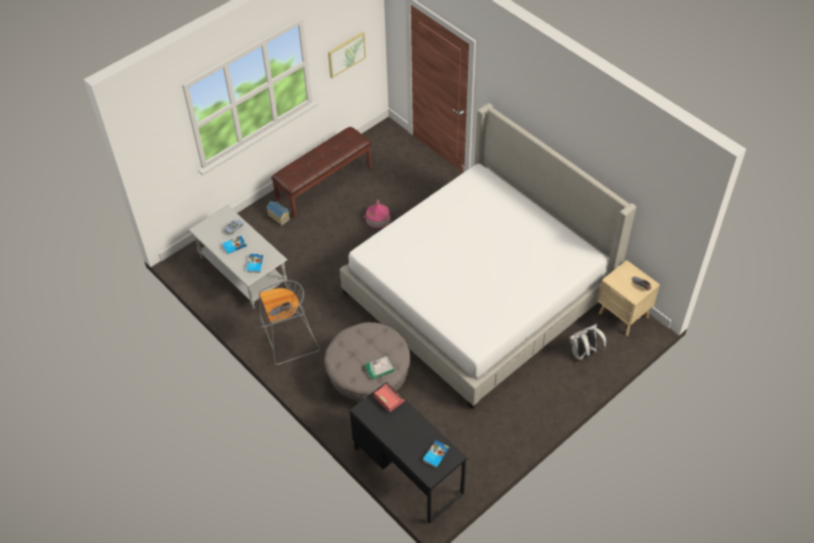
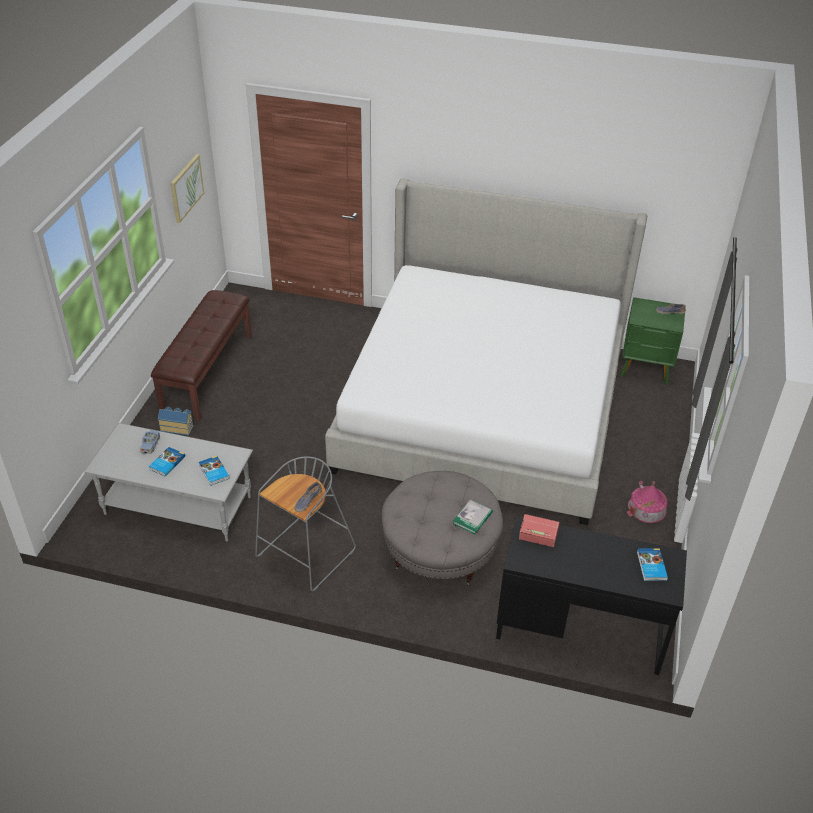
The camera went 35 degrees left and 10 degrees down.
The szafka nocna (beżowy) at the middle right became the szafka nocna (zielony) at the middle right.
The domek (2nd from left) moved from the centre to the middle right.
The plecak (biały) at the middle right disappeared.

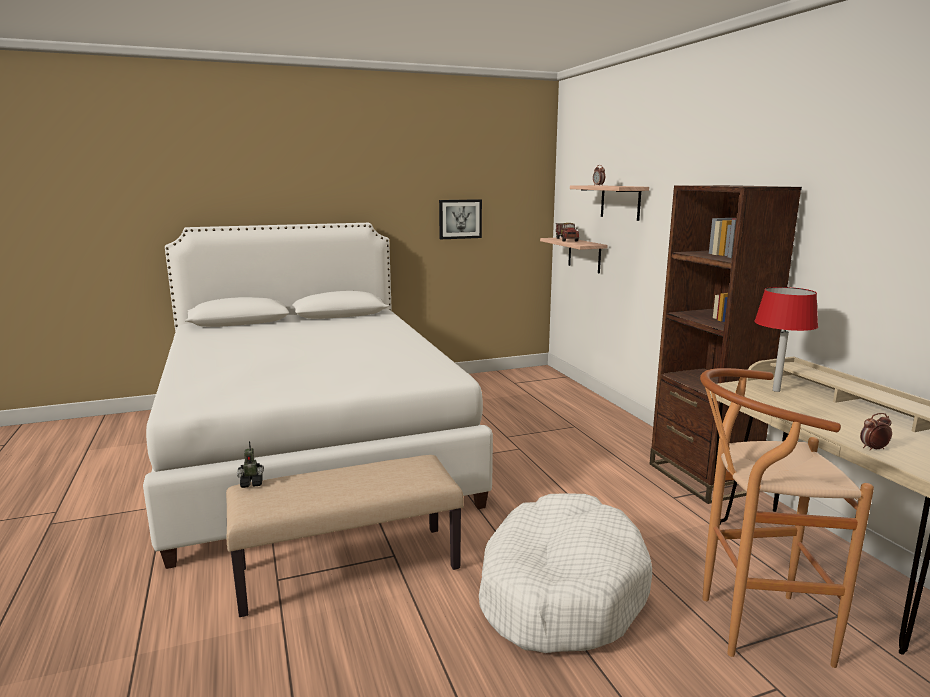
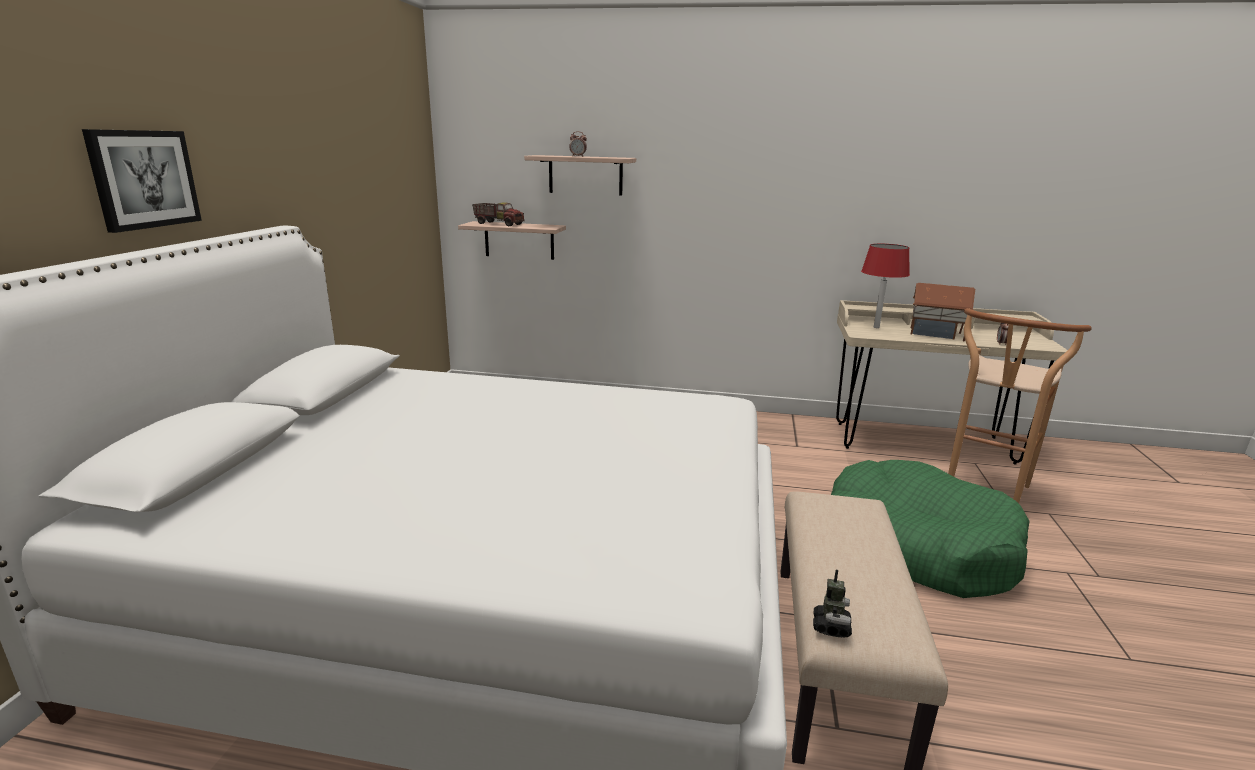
The camera went 60 degrees left and 5 degrees up.
The obraz moved from the top centre to the top left.
The legowisko (biały) at the bottom centre became the legowisko (zielony) at the bottom right.
The domek at the middle right appeared.
The regał (brązowy) at the middle right disappeared.

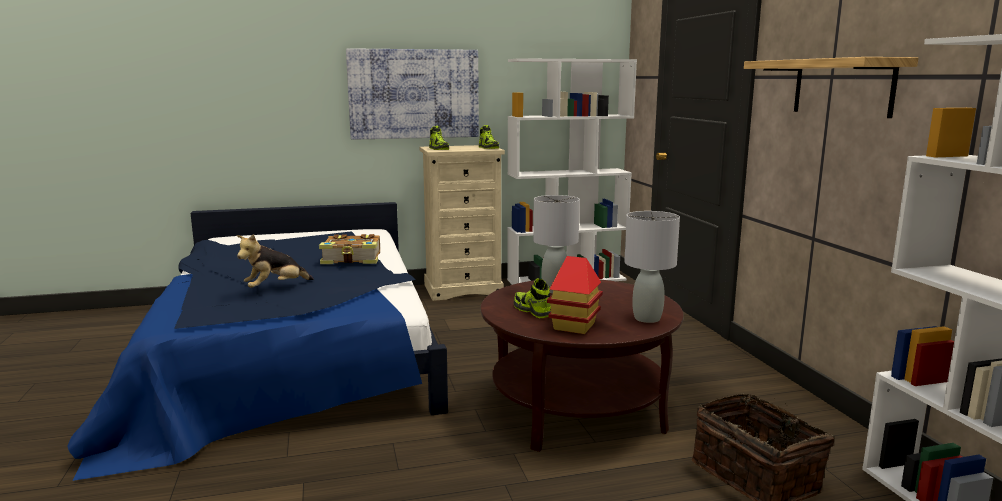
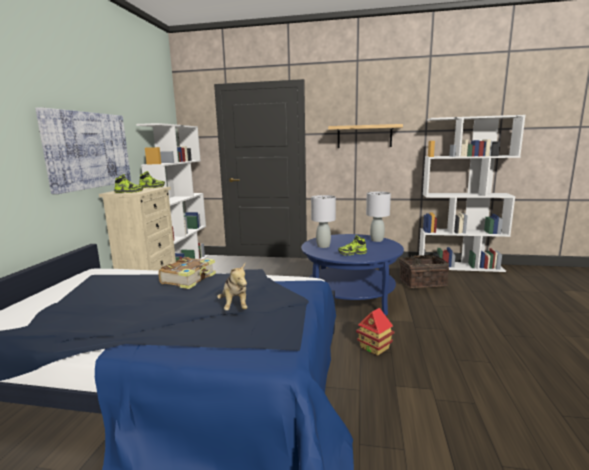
The camera went 65 degrees left and 0 degrees up.
The ława (brązowy) at the bottom centre became the ława (niebieski) at the centre.
The domek moved from the centre to the bottom centre.

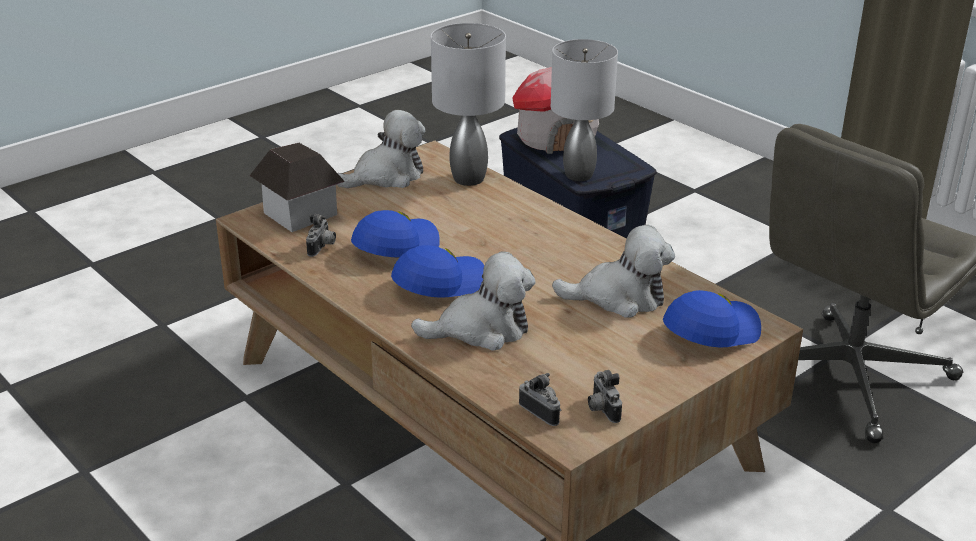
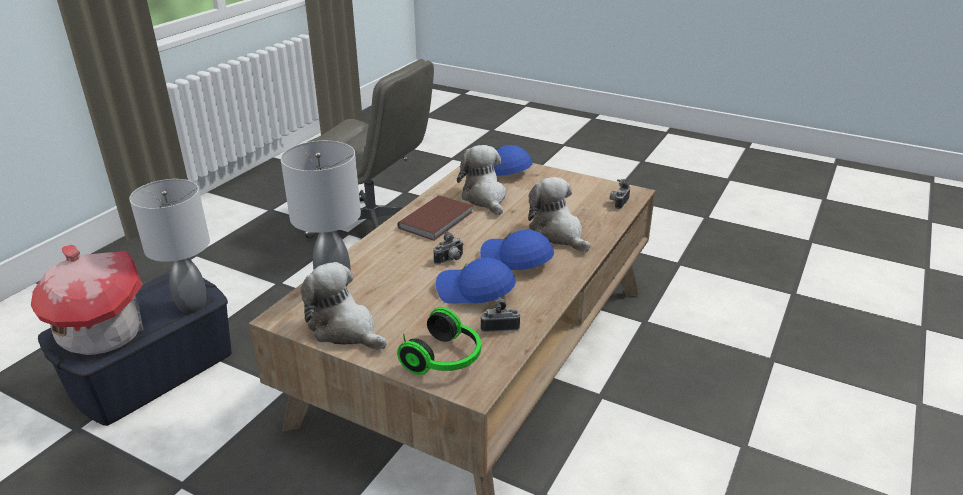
The camera went 110 degrees left and 0 degrees up.
The domek (1st from left) at the middle left was replaced by the słuchawki at the bottom centre.
The książka (brązowy) at the centre appeared.
The aparat fotograficzny (3rd from left in the first image) moved from the bottom centre to the centre.

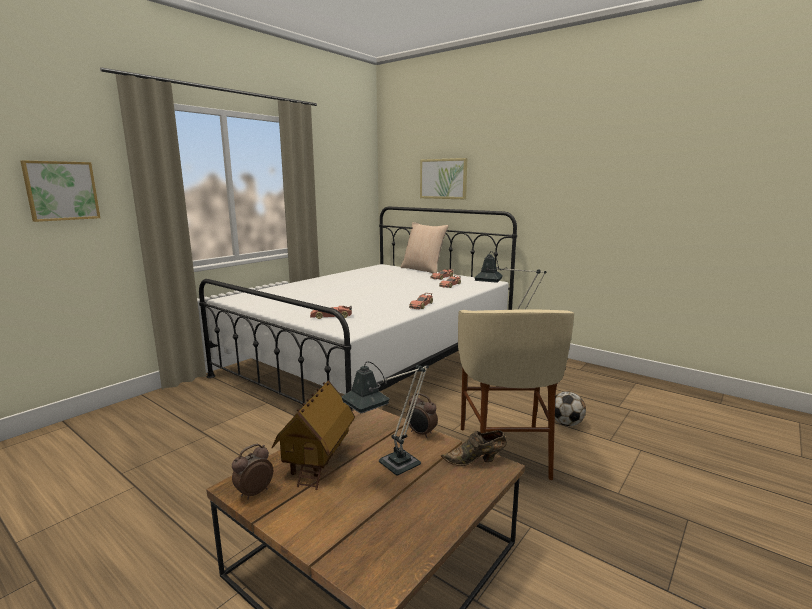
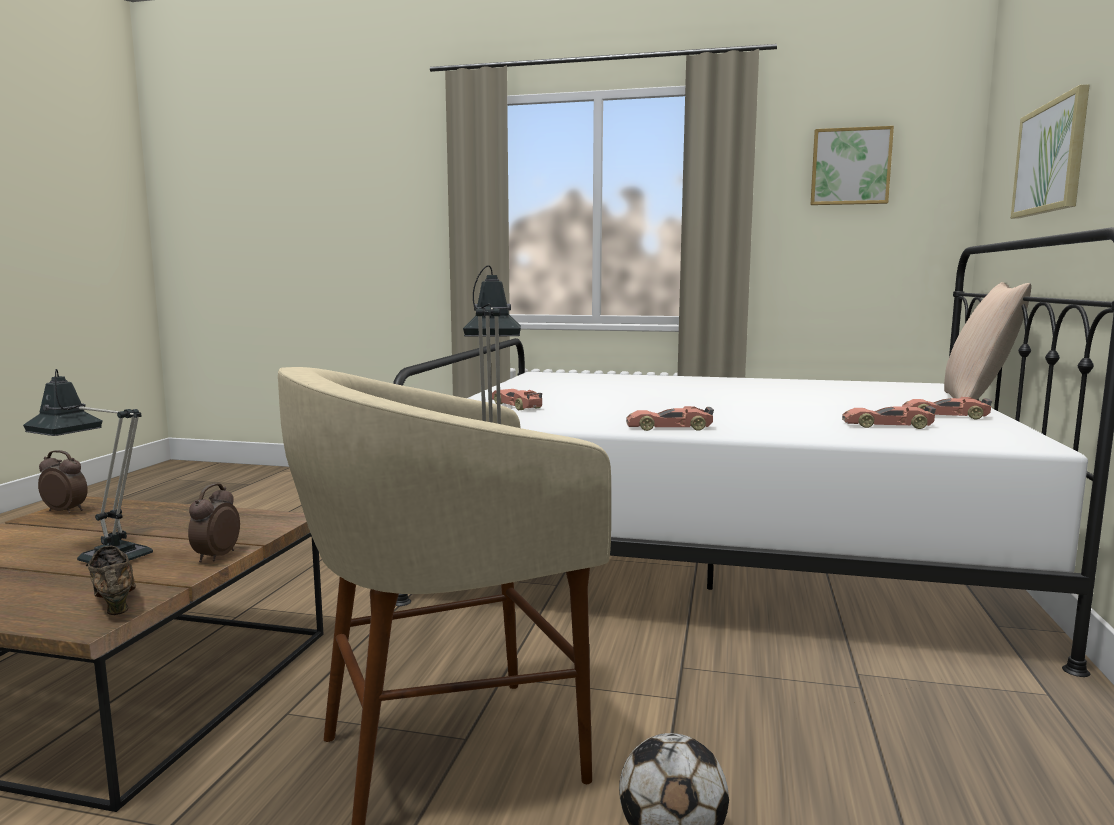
The camera went 65 degrees right and 5 degrees down.
The obraz (1st from left) moved from the top left to the top right.
The domek at the bottom centre disappeared.

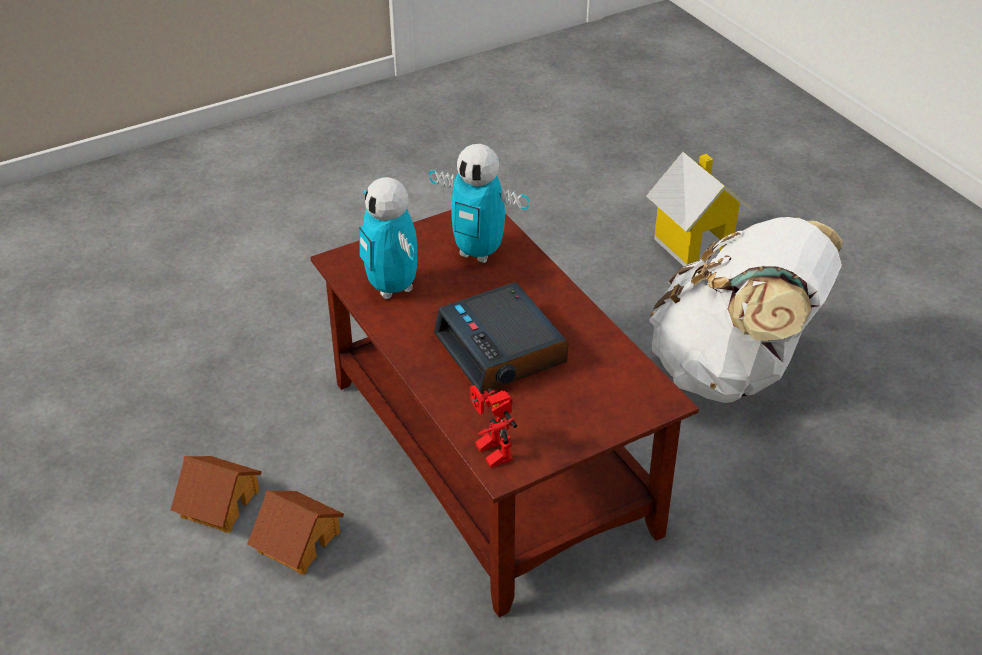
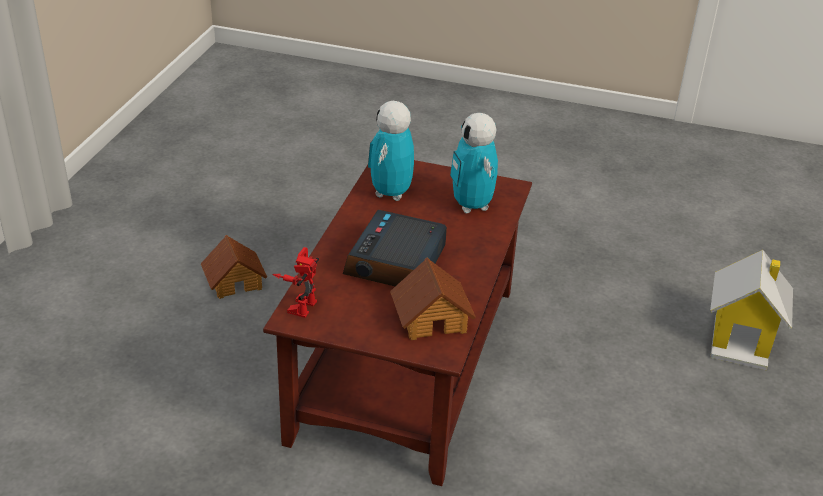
The camera went 45 degrees right and 5 degrees down.
The domek (2nd from left) moved from the bottom left to the centre.
The plecak (biały) at the middle right disappeared.

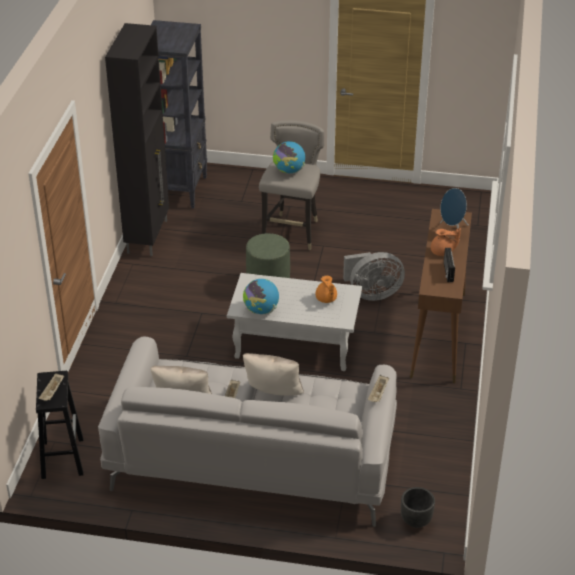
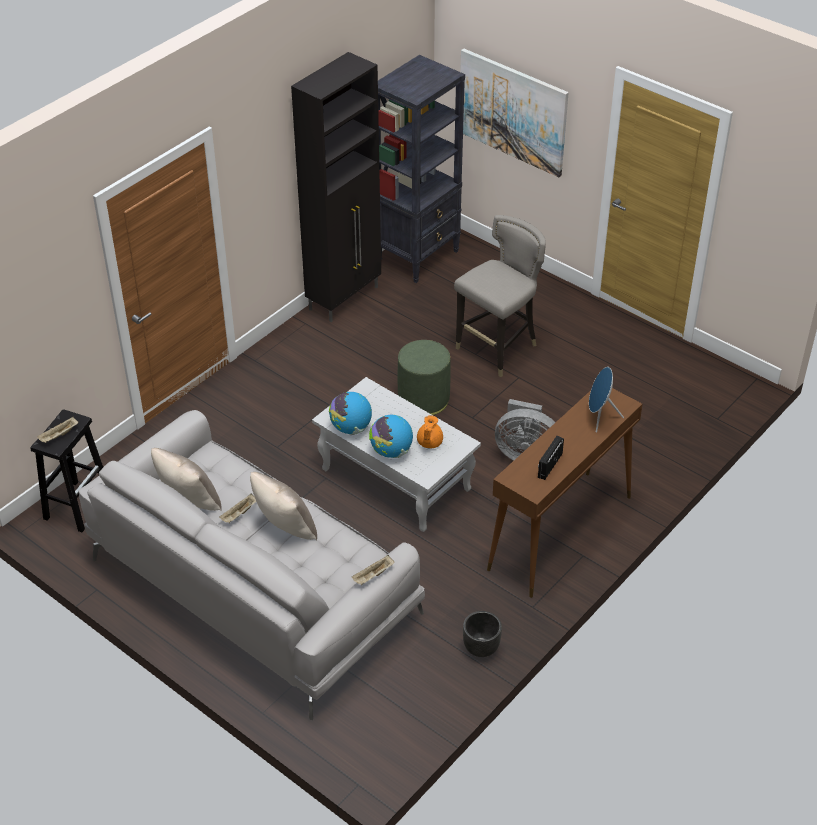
The camera went 30 degrees right and 5 degrees up.
The globus (2nd from left) moved from the top centre to the centre.
The obraz at the top centre appeared.
The donica (czarny) moved from the bottom right to the bottom centre.
The imbryk (pomarańczowy) (2nd from left) at the middle right disappeared.

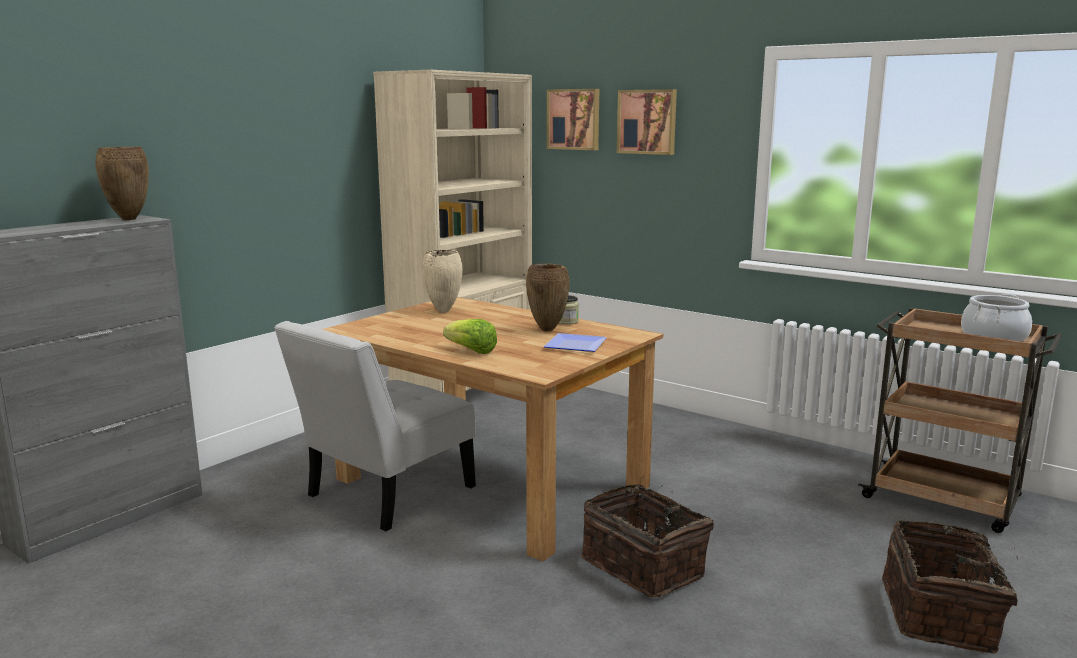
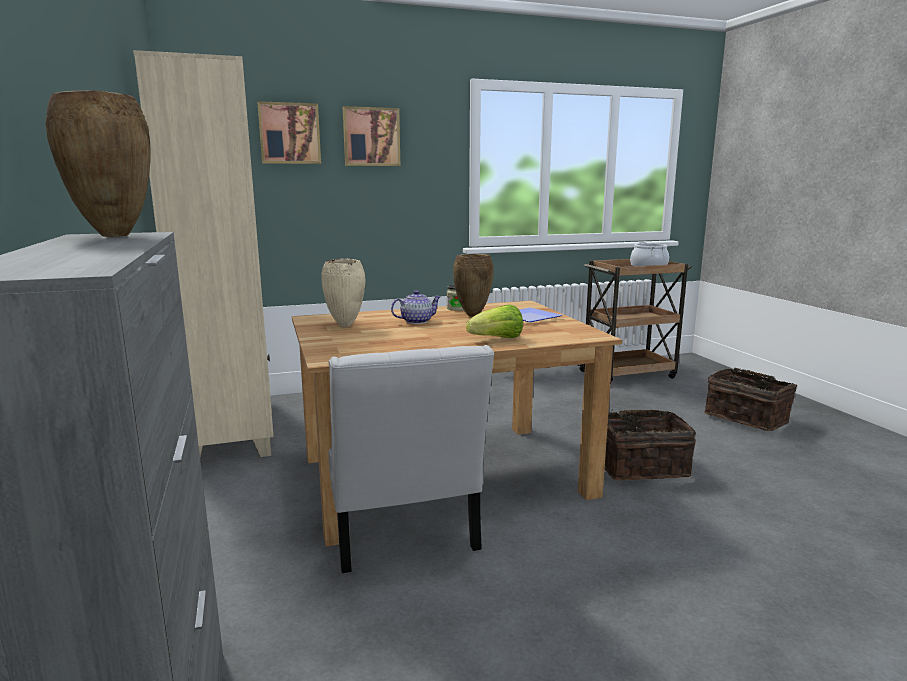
The camera went 55 degrees left and 0 degrees up.
The imbryk at the centre appeared.

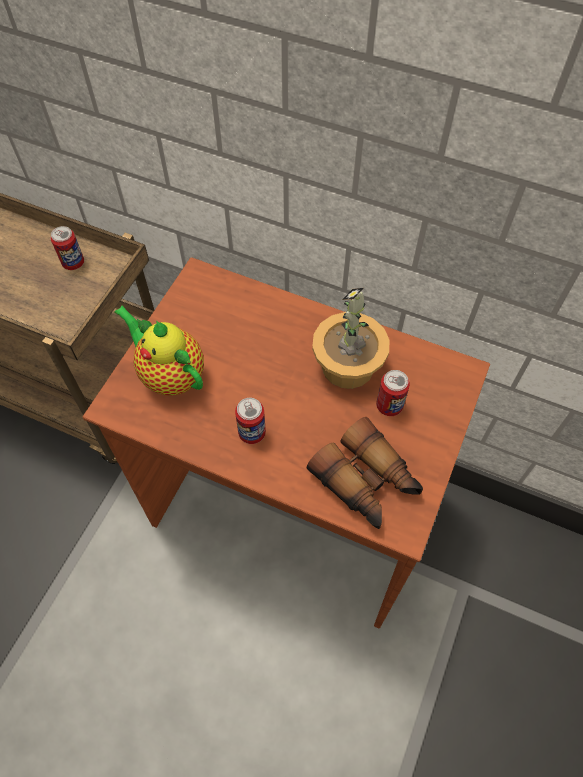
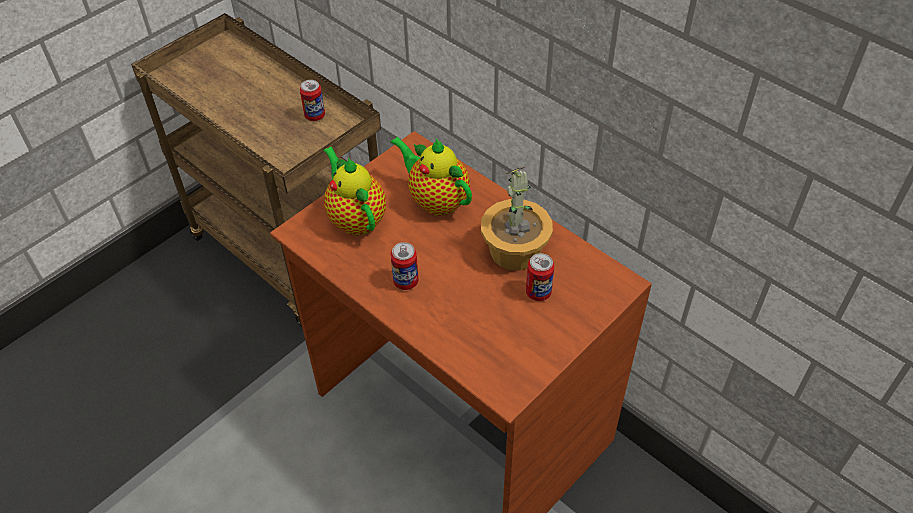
The camera went 20 degrees right and 10 degrees down.
The imbryk (2nd from left) at the centre appeared.
The lornetka at the centre disappeared.

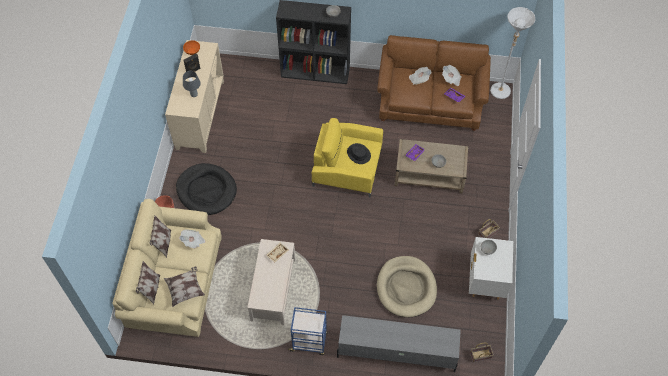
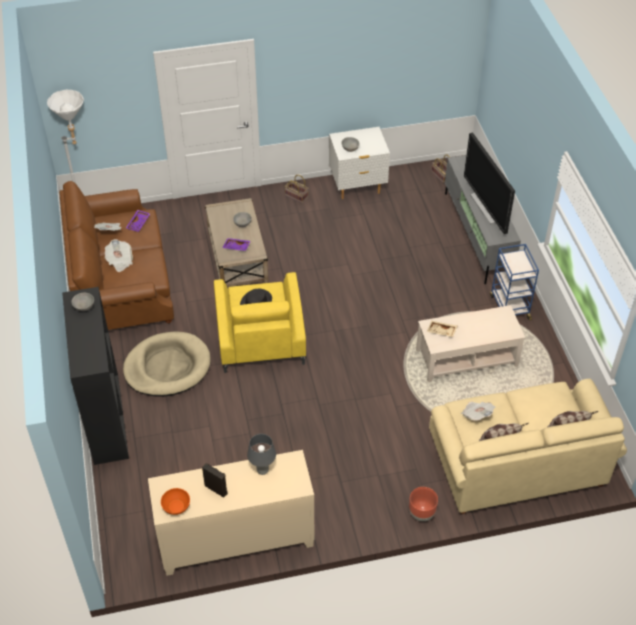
The camera went 110 degrees left and 10 degrees down.
The legowisko (beżowy) moved from the bottom centre to the middle left.
The telewizor at the top right appeared.
The poduszka (3rd from left) at the bottom left disappeared.
The legowisko (czarny) at the middle left disappeared.

